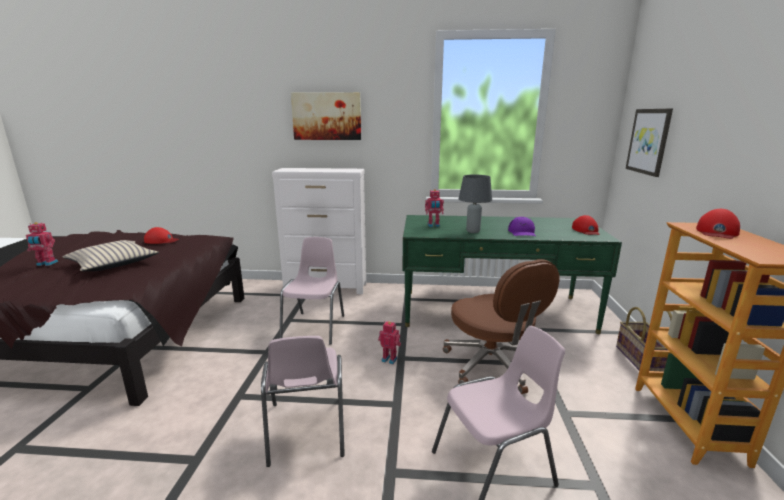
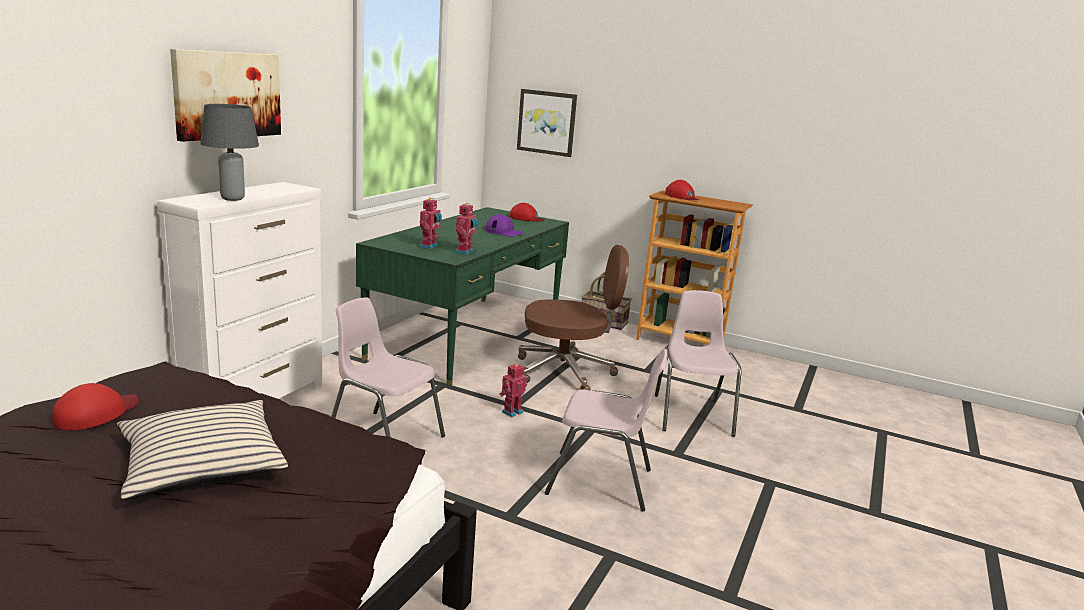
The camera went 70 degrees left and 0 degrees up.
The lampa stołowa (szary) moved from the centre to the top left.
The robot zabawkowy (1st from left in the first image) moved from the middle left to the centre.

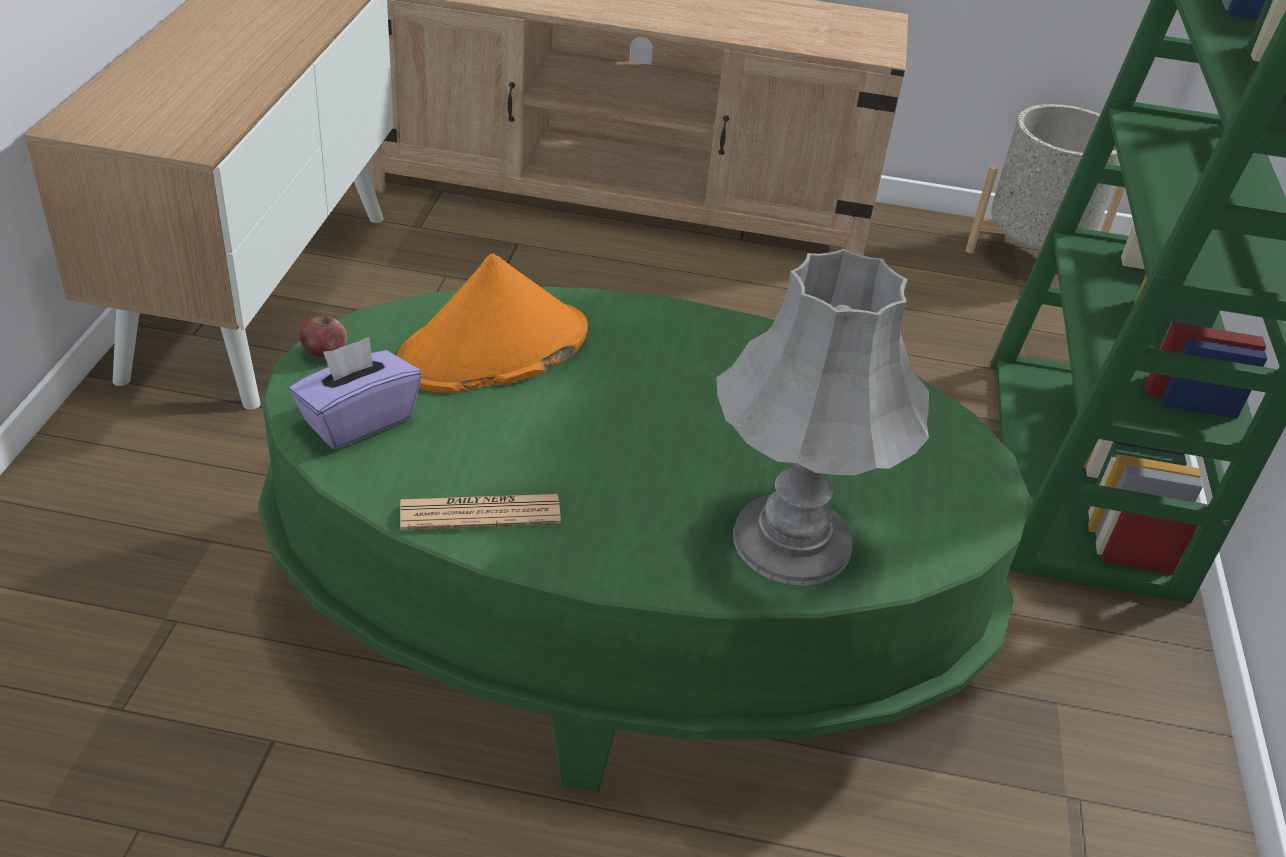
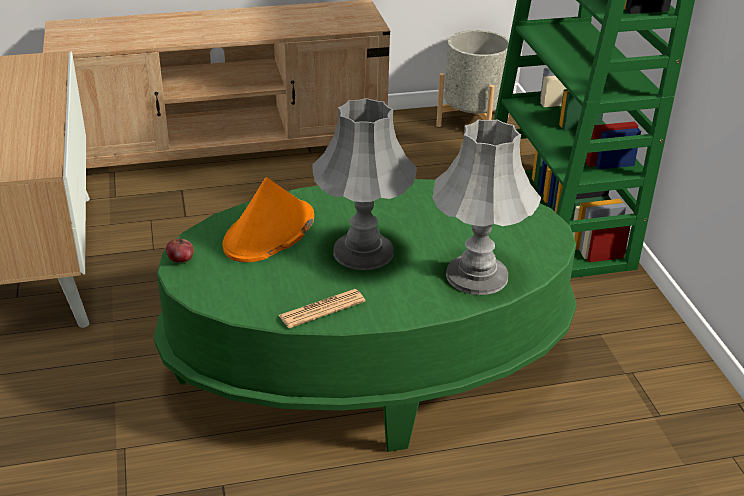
The camera went 20 degrees left and 5 degrees down.
The lampa stołowa (szary) (1st from left) at the centre appeared.
The pudełko chusteczek (fioletowy) at the middle left disappeared.

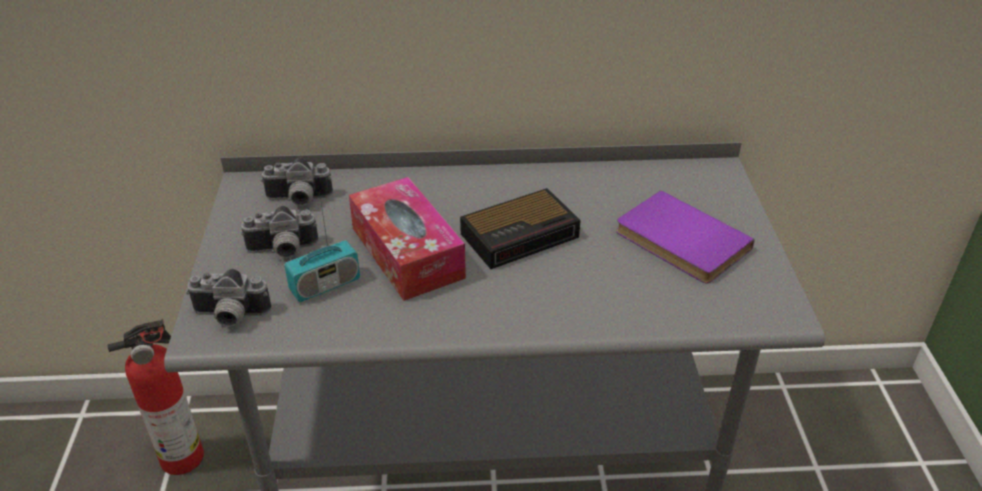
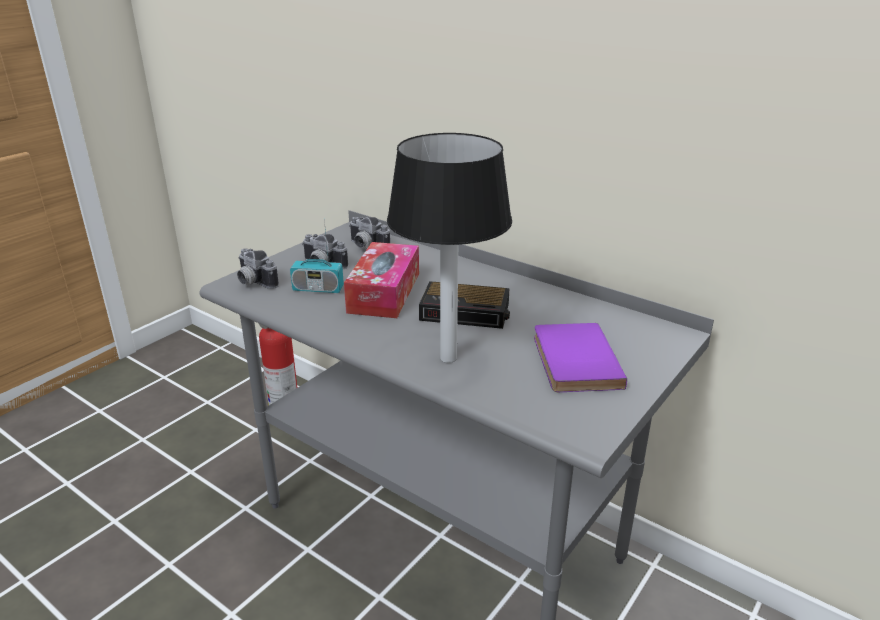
The camera went 40 degrees right and 10 degrees down.
The lampa stołowa at the centre appeared.

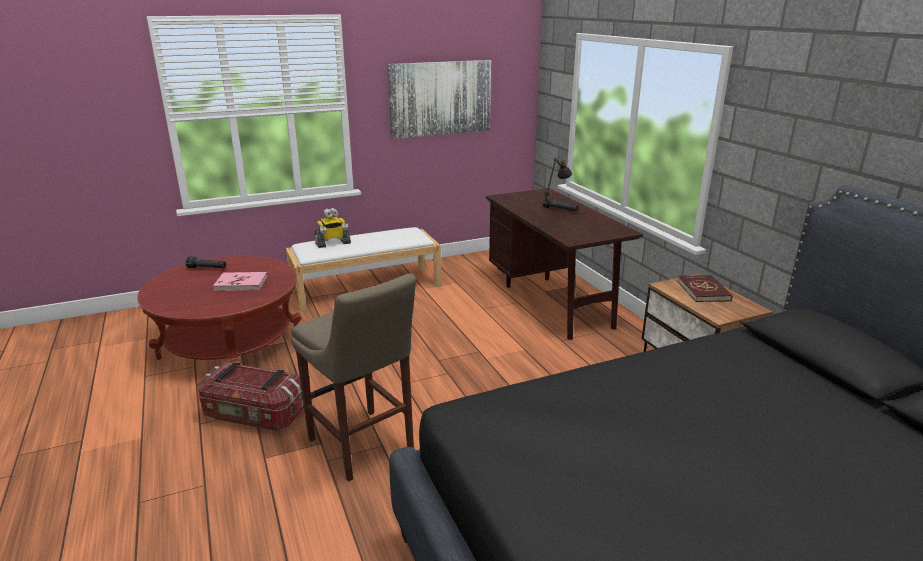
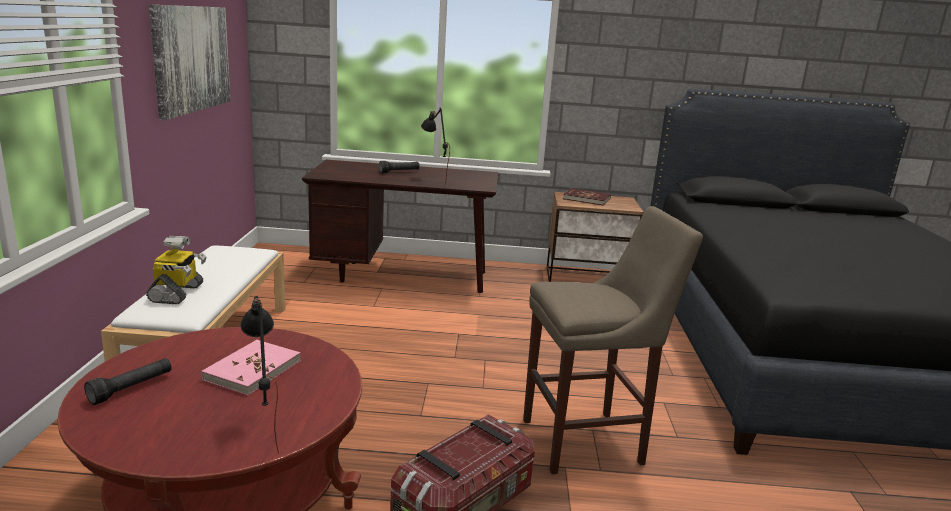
The camera went 65 degrees left and 5 degrees down.
The lampa stołowa (czarny) (1st from left) at the bottom left appeared.

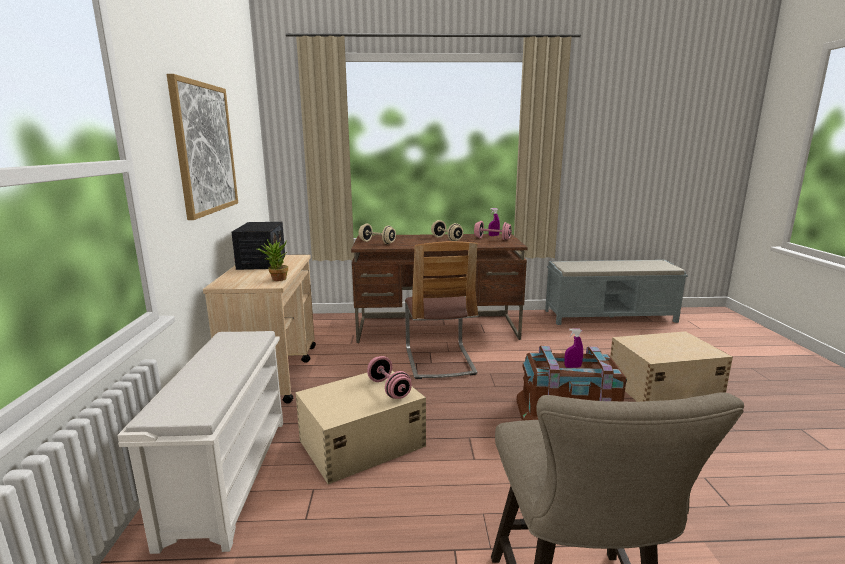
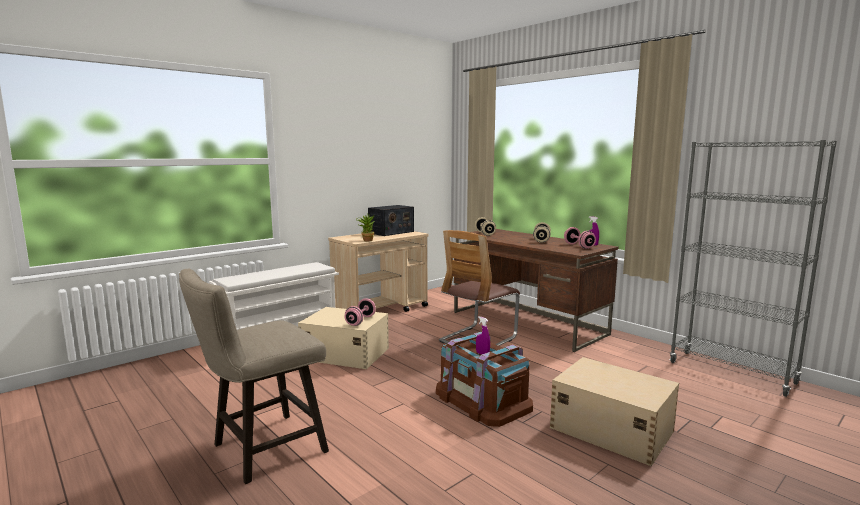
The camera went 50 degrees right and 5 degrees down.
The ławka (szary) at the middle right was replaced by the regał (szary) at the middle right.
The obraz at the top left disappeared.

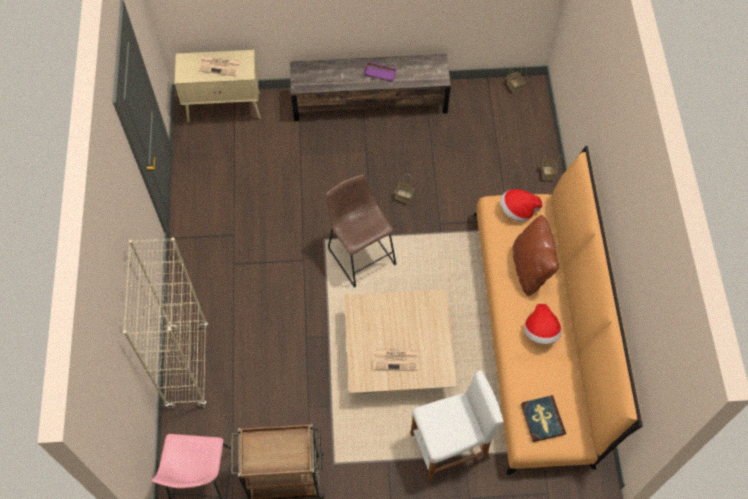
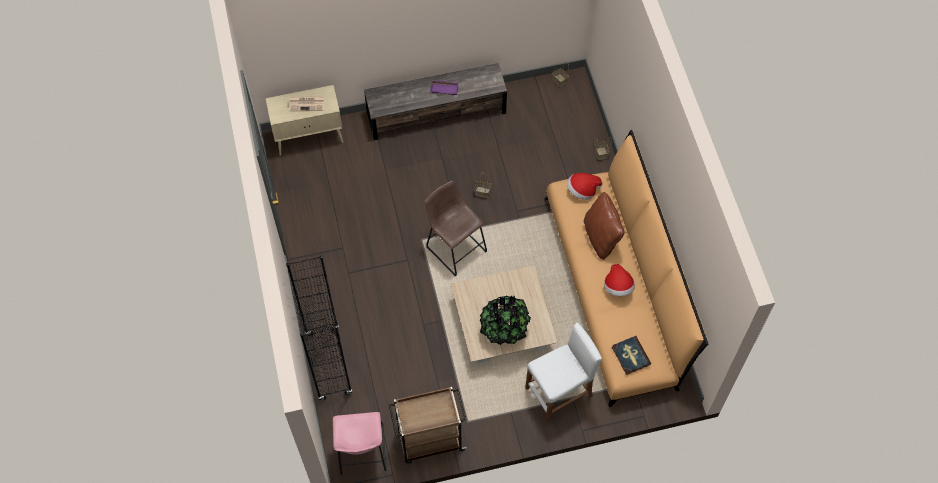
The camera went 10 degrees left and 0 degrees up.
The regał (beżowy) at the middle left became the regał (czarny) at the bottom centre.
The gazeta (2nd from left) at the bottom centre was replaced by the roślina doniczkowa at the centre.

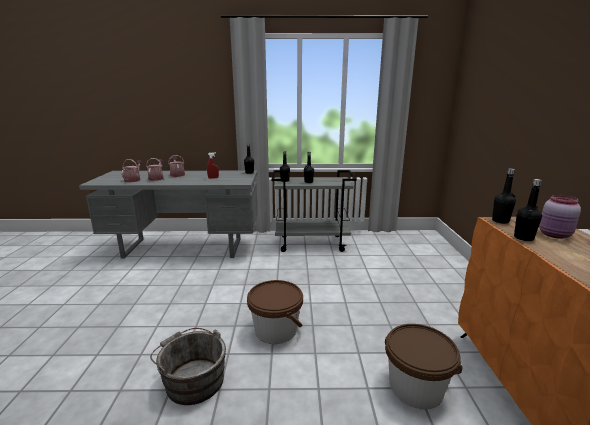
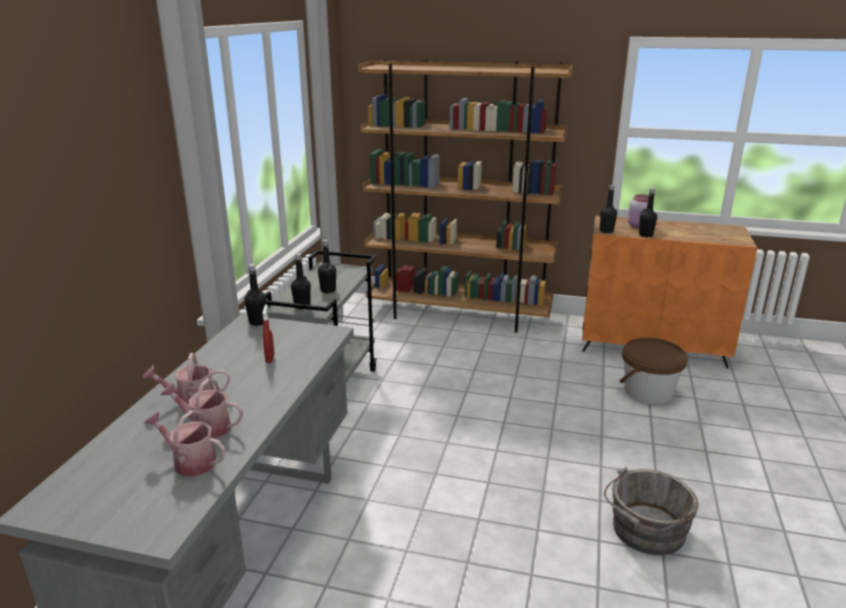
The camera went 75 degrees left and 5 degrees up.
The regał (brązowy) at the top centre appeared.
The wiadro (brązowy) (1st from left) at the bottom centre disappeared.

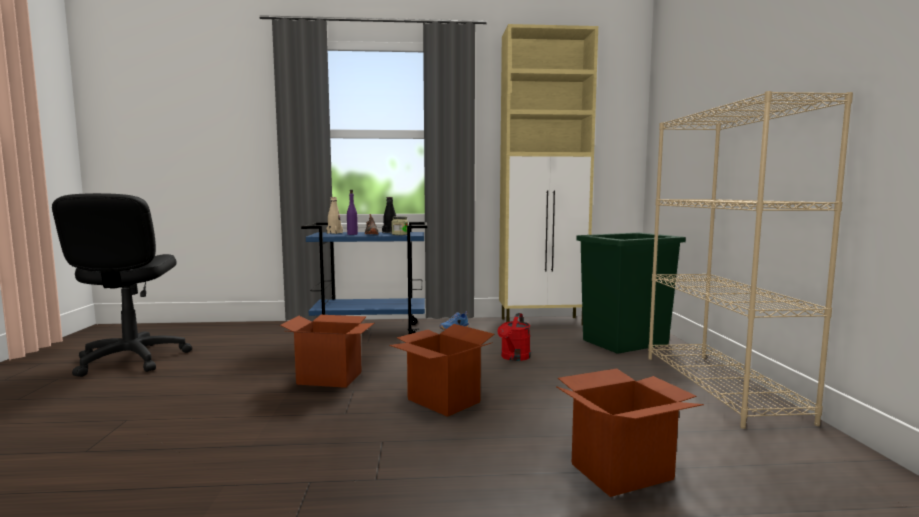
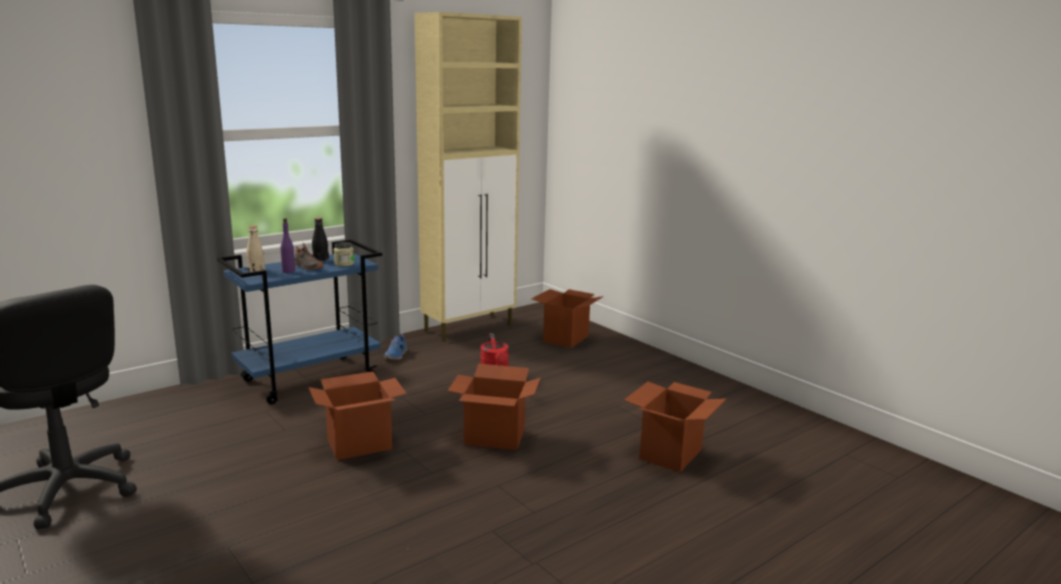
The camera went 35 degrees left and 10 degrees up.
The kosz na śmieci (zielony) at the middle right was replaced by the karton (3rd from left) at the centre.
The regał (beżowy) at the middle right disappeared.

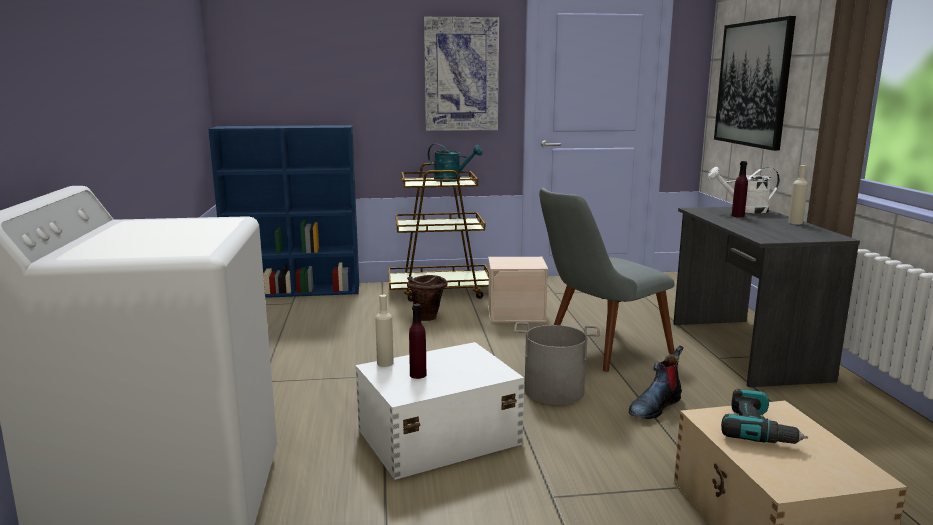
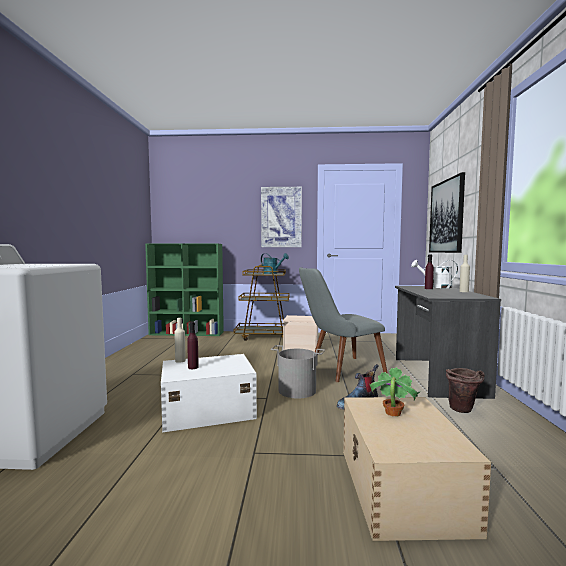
The camera went 10 degrees right and 10 degrees down.
The regał (niebieski) at the middle left became the regał (zielony) at the middle left.
The wiertarka at the bottom right was replaced by the roślina doniczkowa at the bottom right.
The wiadro (brązowy) moved from the centre to the bottom right.

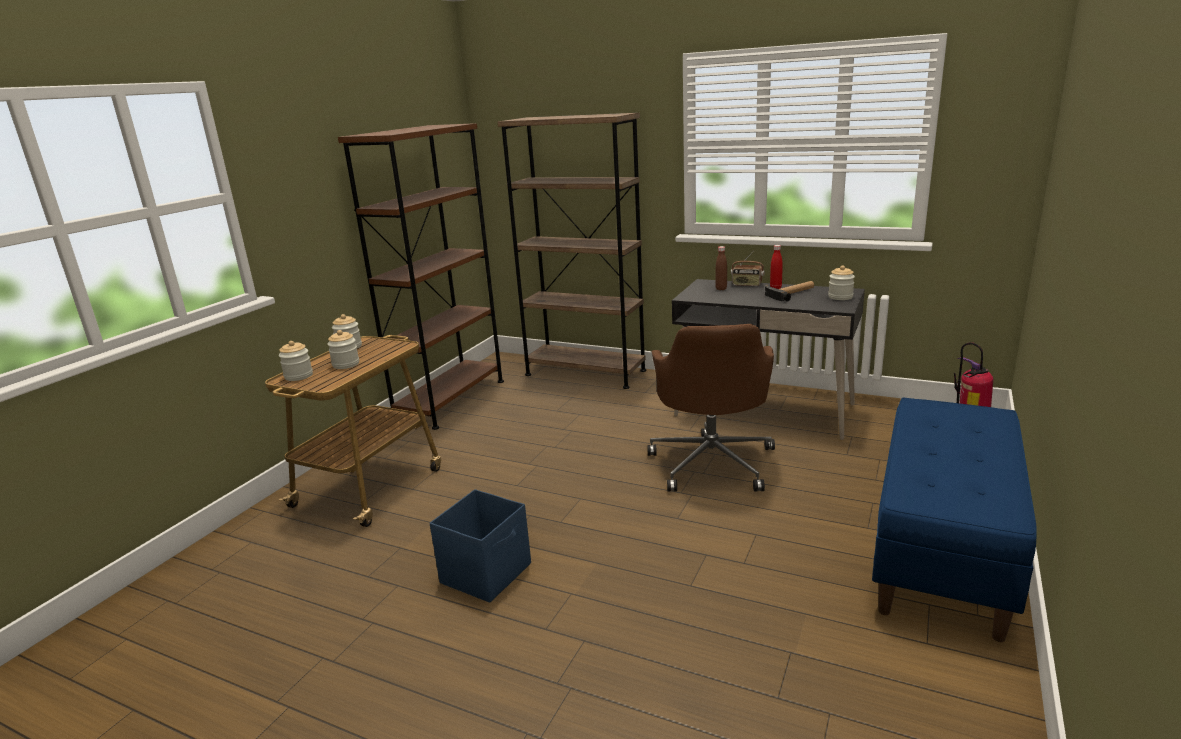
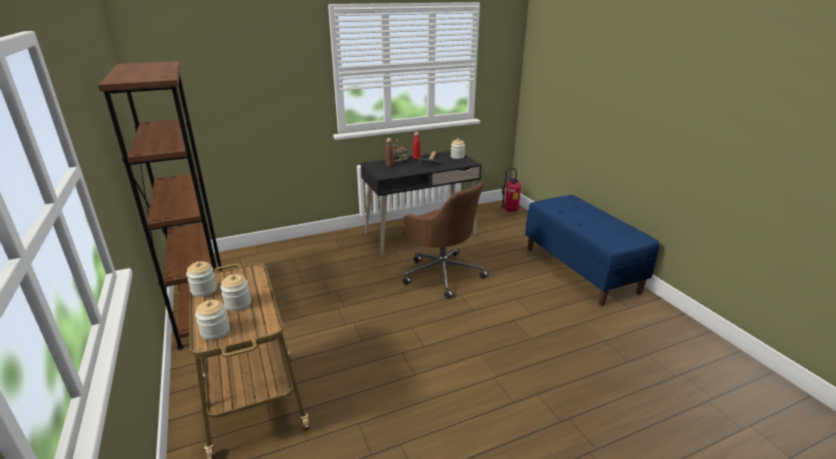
The camera went 50 degrees left and 5 degrees up.
The pojemnik do przechowywania (niebieski) at the bottom centre disappeared.
The regał (brązowy) (2nd from left) at the centre disappeared.

